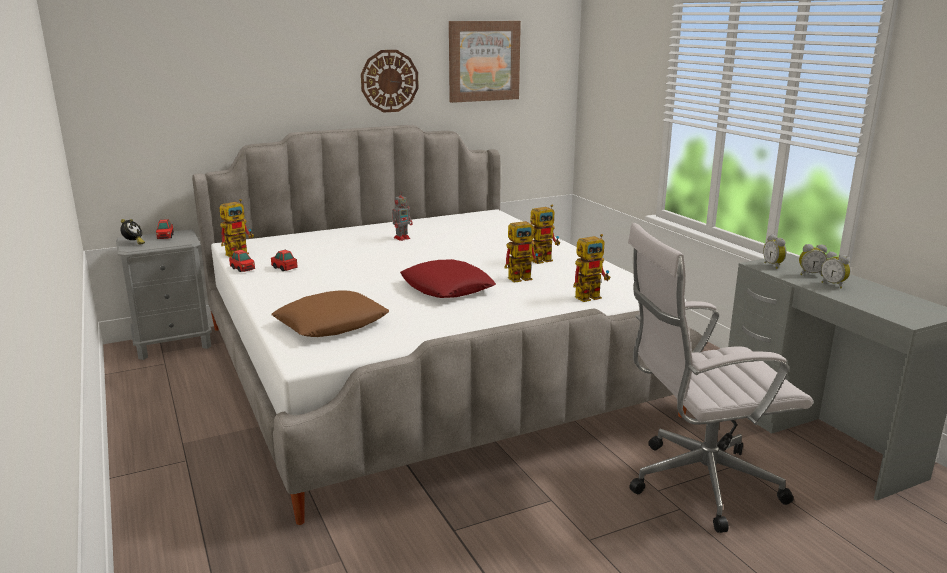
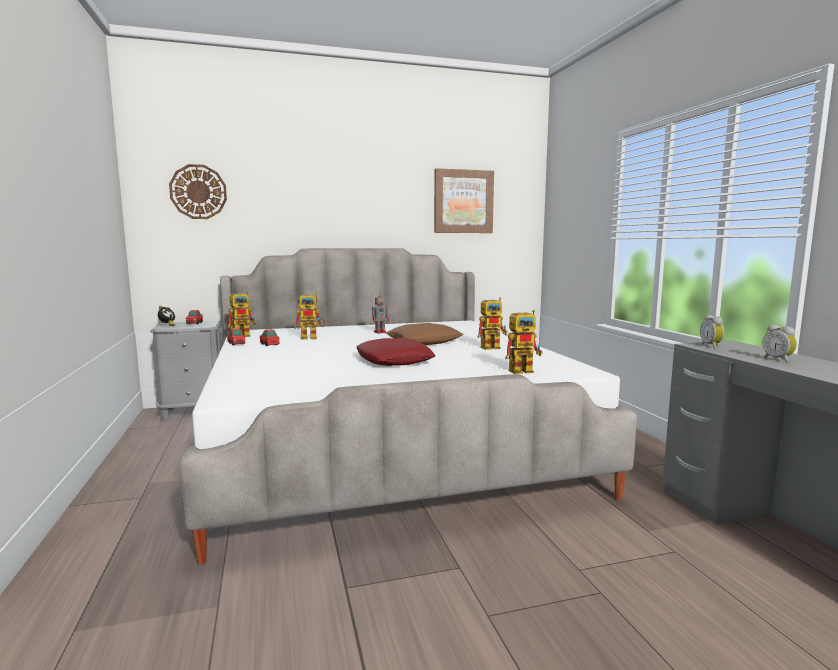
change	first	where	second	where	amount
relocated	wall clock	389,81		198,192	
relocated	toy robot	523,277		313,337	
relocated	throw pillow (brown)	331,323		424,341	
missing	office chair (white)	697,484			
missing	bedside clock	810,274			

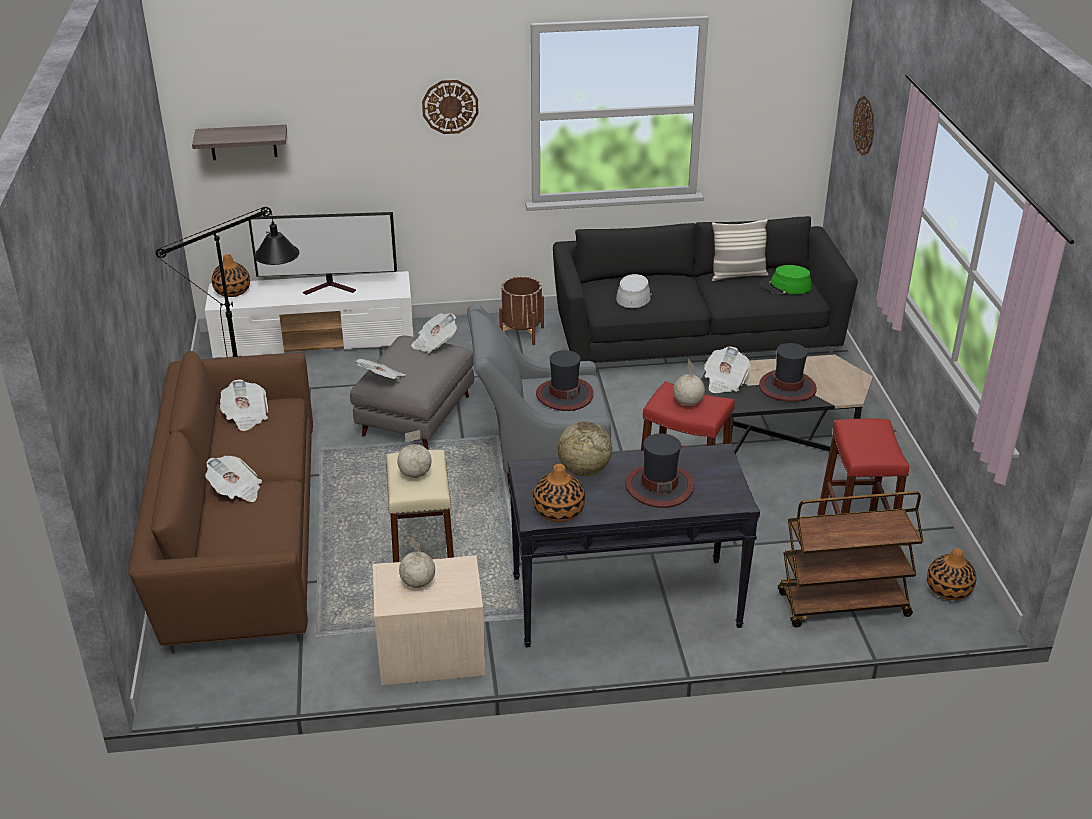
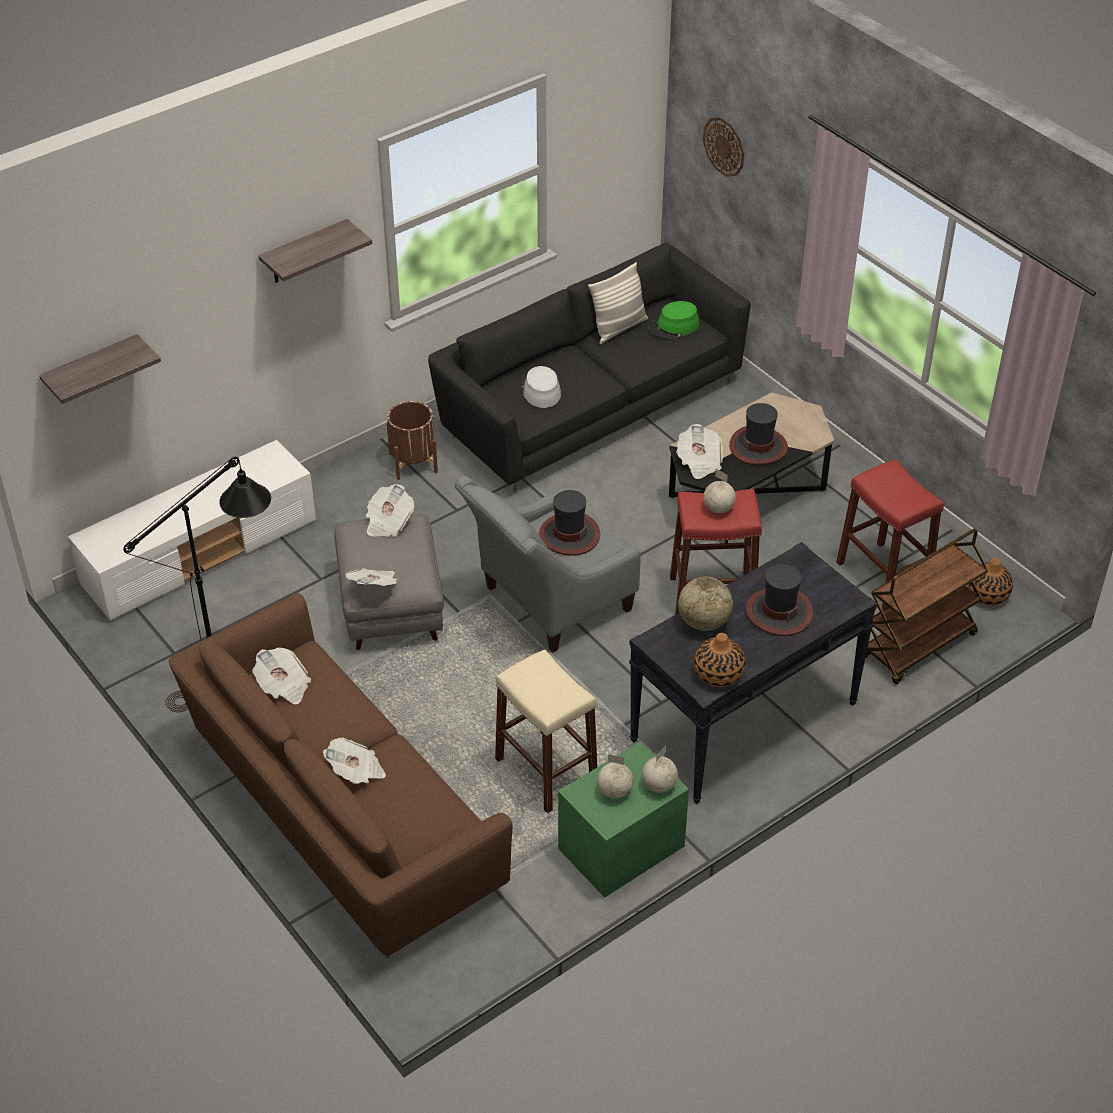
change	first	where	second	where	amount
exchanged	wall clock	450,106	wall shelf	304,252	
colour	nightstand (sand-coloured)	430,653	nightstand (greenish)	620,847	
relocated	globe	414,474		658,785	
missing	flower vase	232,291			
missing	television	331,288			

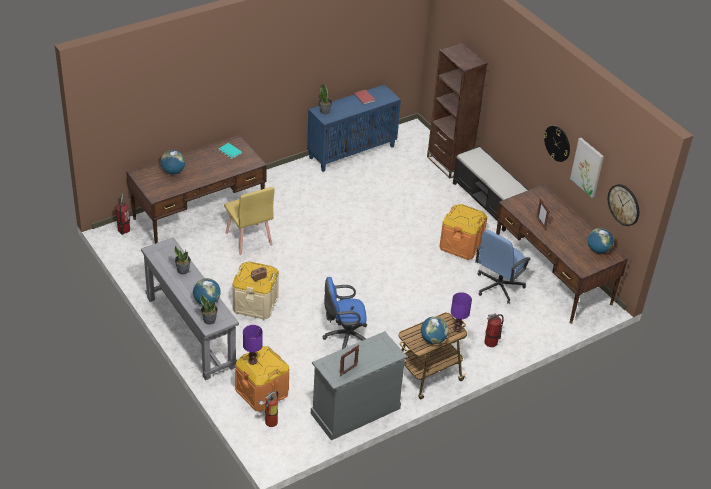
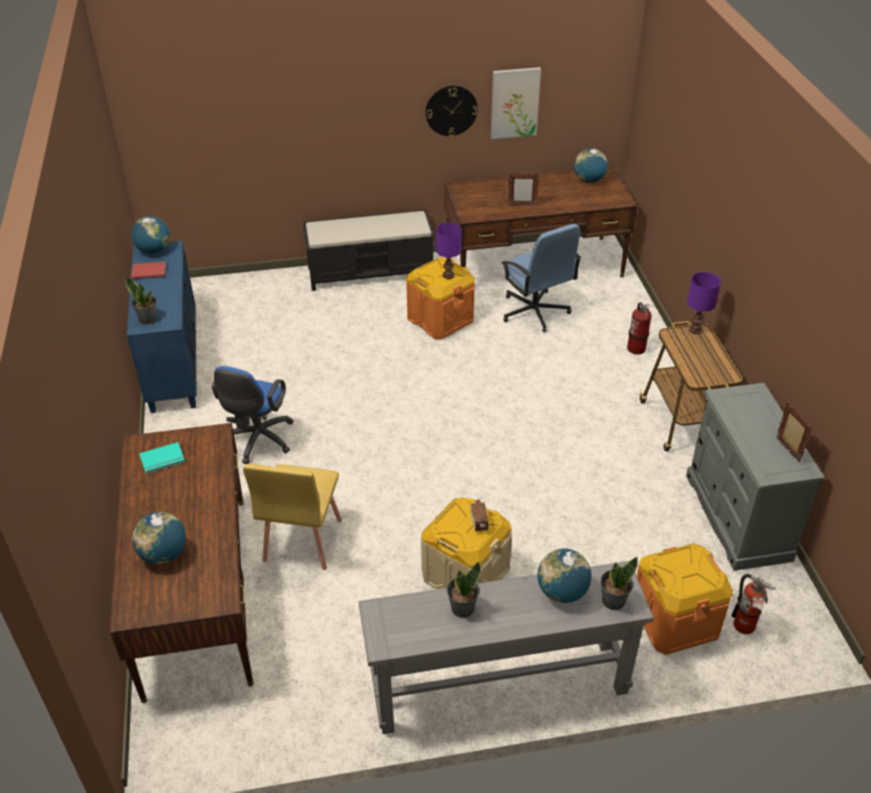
change	first	where	second	where	amount
relocated	globe	433,339		154,250	
relocated	office chair (blue-coloured)	344,337		258,441	
spun	upright chair (yellowish)	248,239		302,540	105 degrees clockwise
relocated	table lamp (purple)	252,361		448,275	
missing	fire extinguisher	123,229			
missing	bookcase (brown)	449,163			
missing	wall clock	624,204			

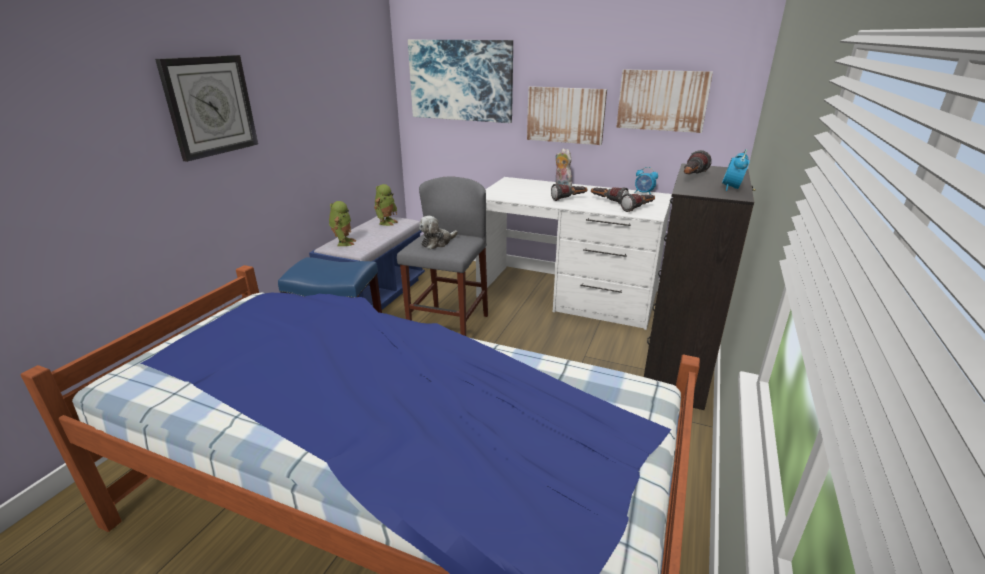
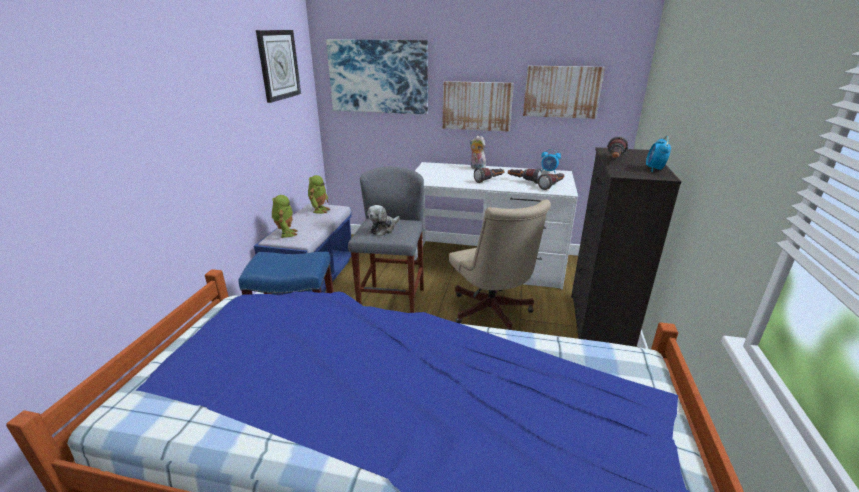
change	first	where	second	where	amount
relocated	wall clock	210,106		278,65	
appeared			office chair (sand-coloured)	492,314	

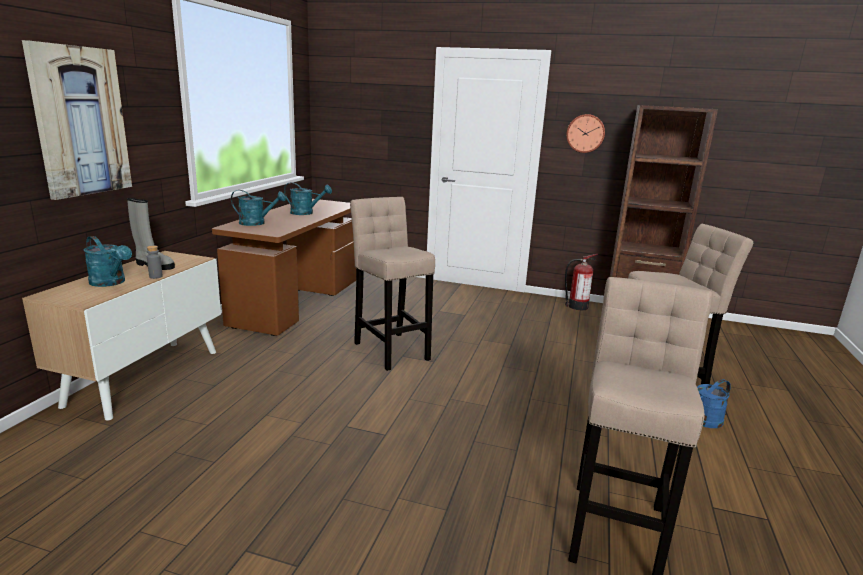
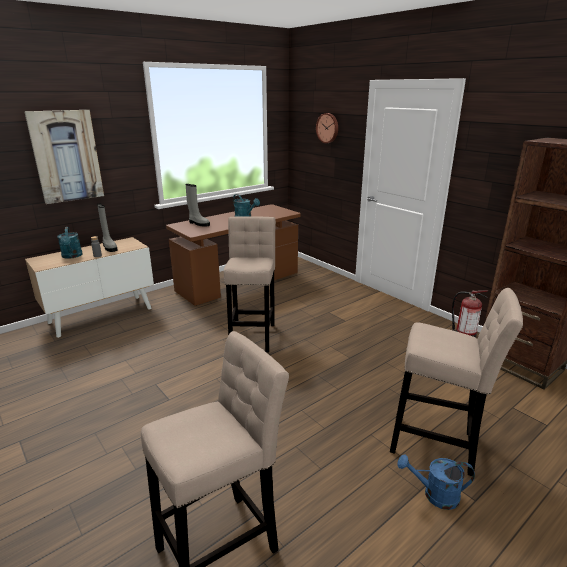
change	first	where	second	where	amount
exchanged	watering can (turquoise-coloured)	257,223	tall boot (greyish)	198,223	
relocated	wall clock	585,133		328,128	

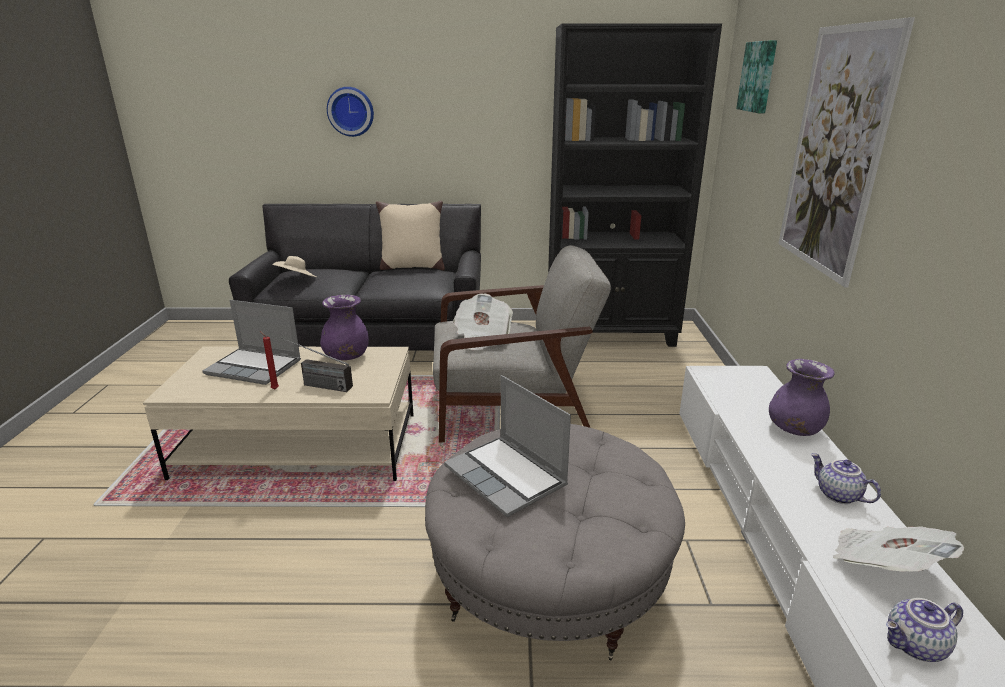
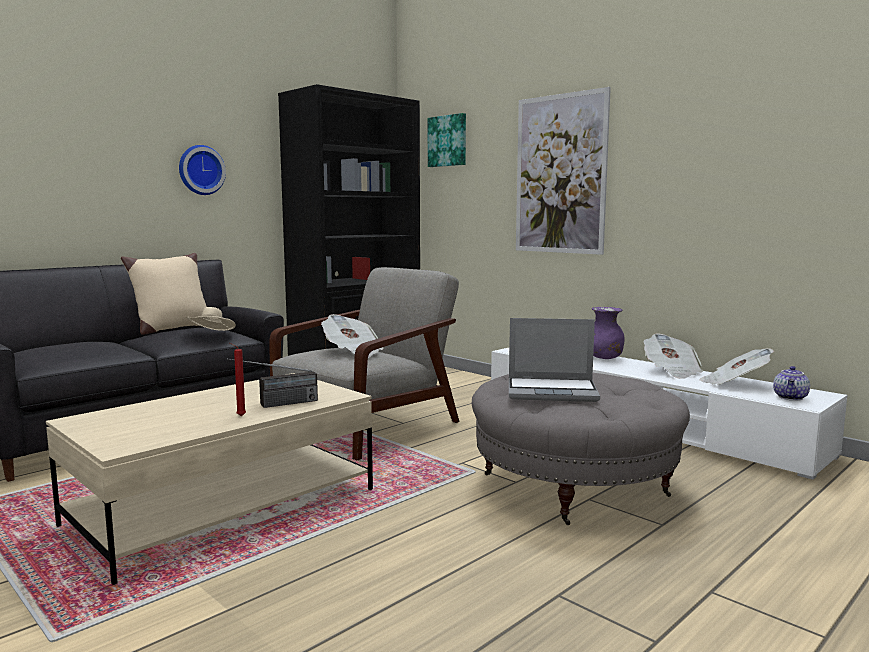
change	first	where	second	where	amount
relocated	wall clock	351,111		200,170	
relocated	wearable hat (sand-coloured)	297,279		212,334	
exchanged	teapot	837,495	newspaper	671,371	
missing	portable computer	255,367			
missing	flower vase (purple)	347,357			

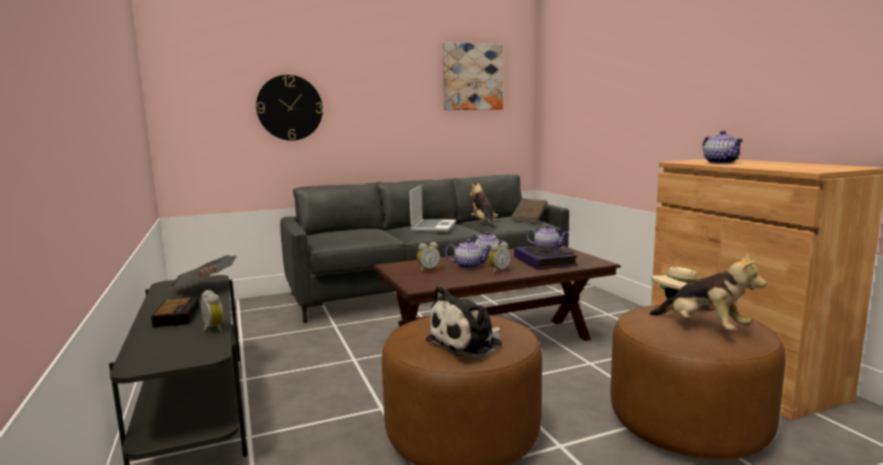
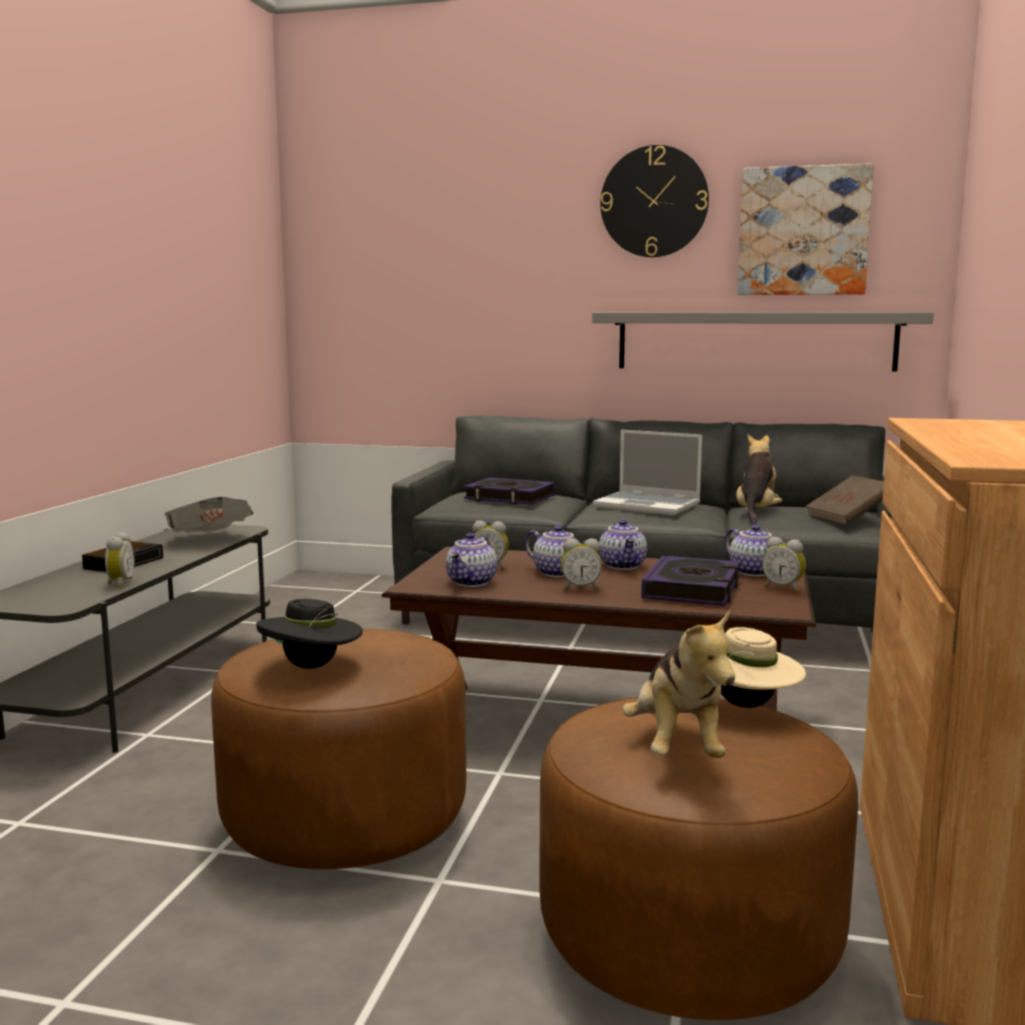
change	first	where	second	where	amount
exchanged	soft toy	468,342	wearable hat (black)	312,667	
relocated	teapot	721,163		472,582	
appeared			bound book	509,498	
appeared			wall shelf (greyish)	755,341	
spun	portable computer	433,227		648,506	75 degrees clockwise
relocated	wall clock	289,108		654,202	
appeared			bedside clock	783,588	

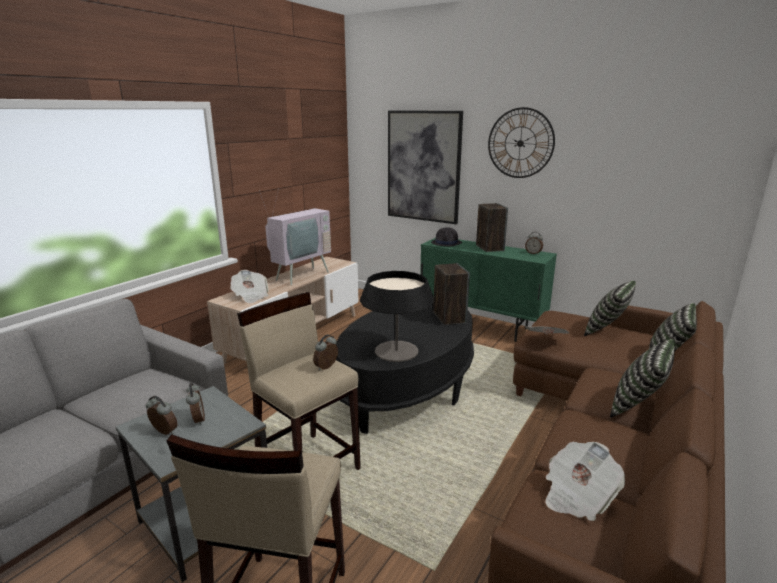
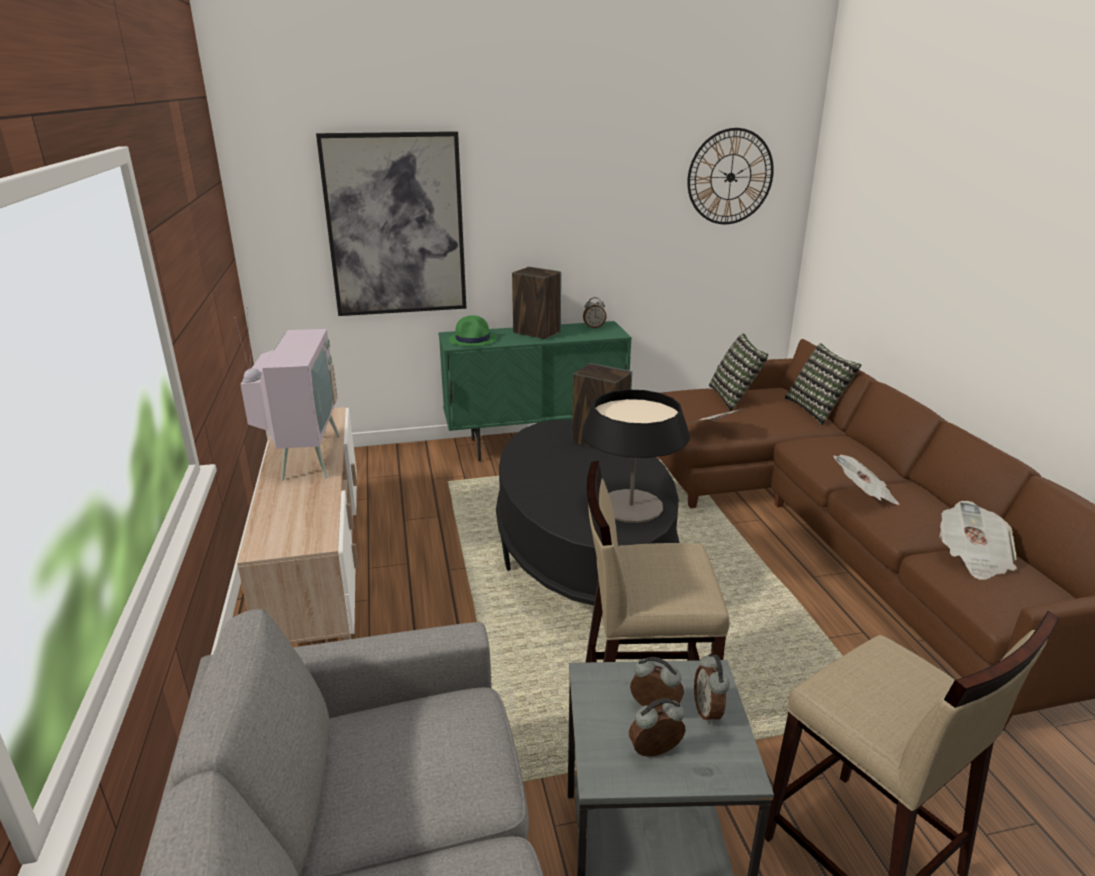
change	first	where	second	where	amount
colour	wearable hat (black)	446,243	wearable hat (greenish)	473,339	
relocated	wall clock	520,143		730,177	
relocated	bedside clock	327,368		708,711	
relocated	newspaper	250,296		863,495	
missing	throw pillow	638,406			

